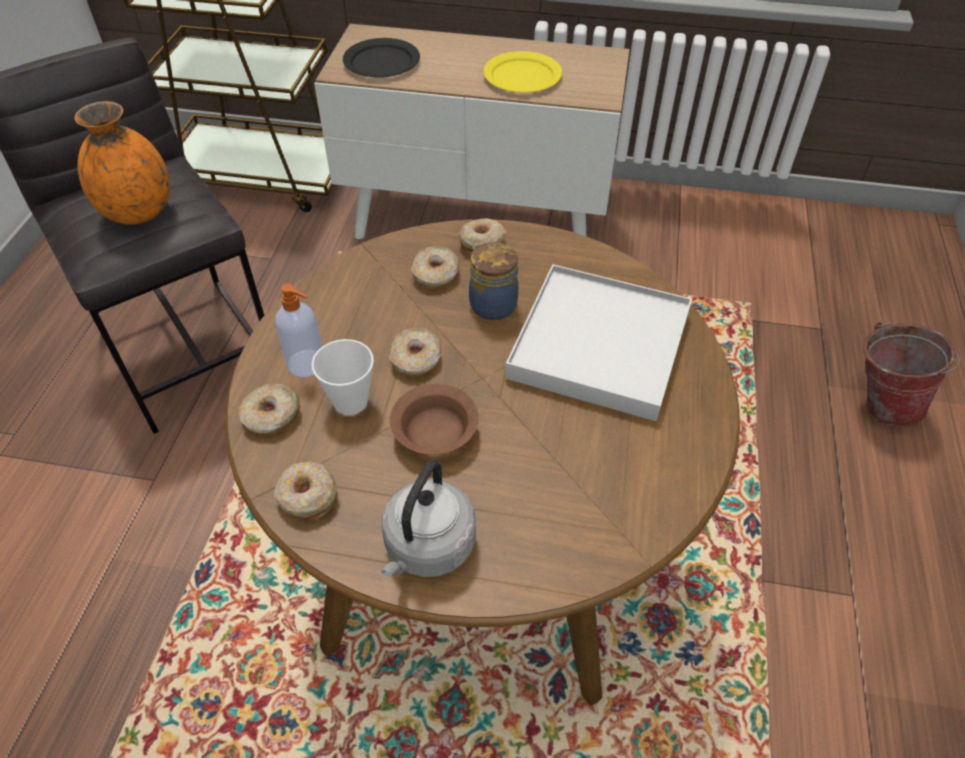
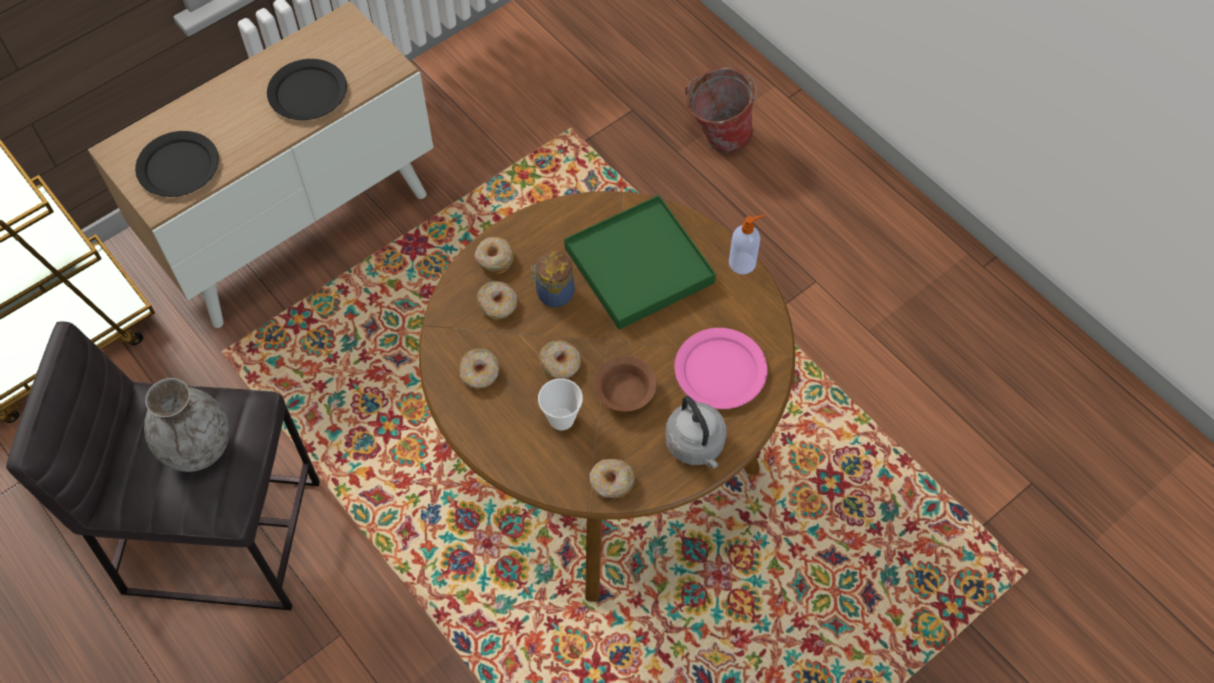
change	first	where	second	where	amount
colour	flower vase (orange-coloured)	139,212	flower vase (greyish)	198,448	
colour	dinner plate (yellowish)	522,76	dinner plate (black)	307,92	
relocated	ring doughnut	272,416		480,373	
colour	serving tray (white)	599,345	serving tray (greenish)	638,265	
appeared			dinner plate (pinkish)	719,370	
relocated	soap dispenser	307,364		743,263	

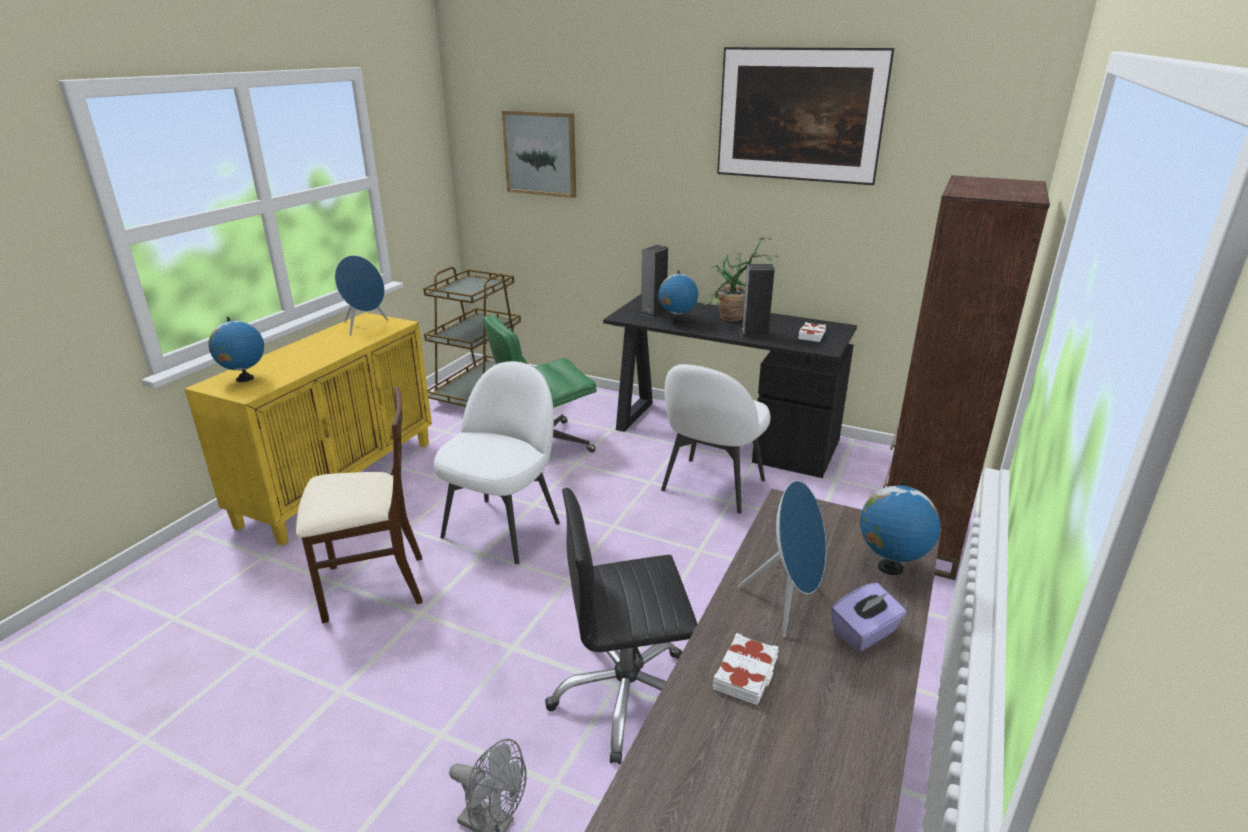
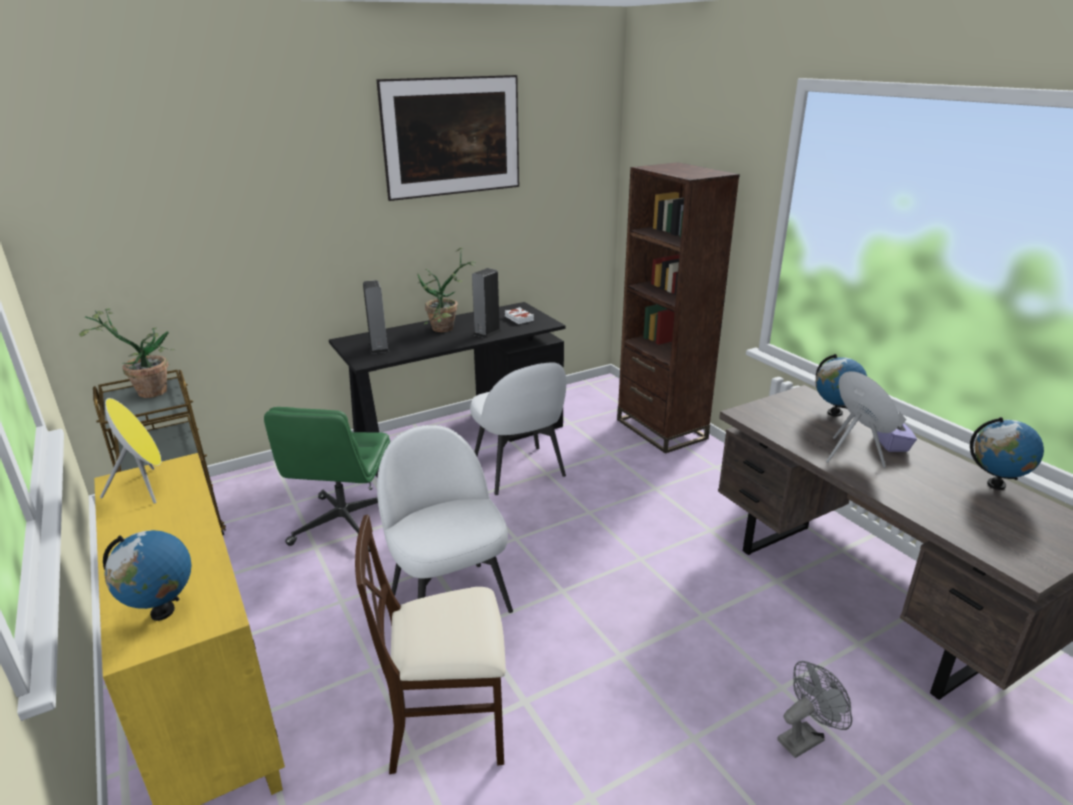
change	first	where	second	where	amount
appeared			houseplant	146,391	
colour	audio speaker (blue-coloured)	365,326	audio speaker (yellowish)	145,487	
spun	upright chair (sand-coloured)	372,586		447,725	120 degrees counterclockwise
relocated	globe	677,322		996,484	
missing	wall picture	540,153			
missing	office chair (black)	626,697			
missing	bound book (white)	746,674			

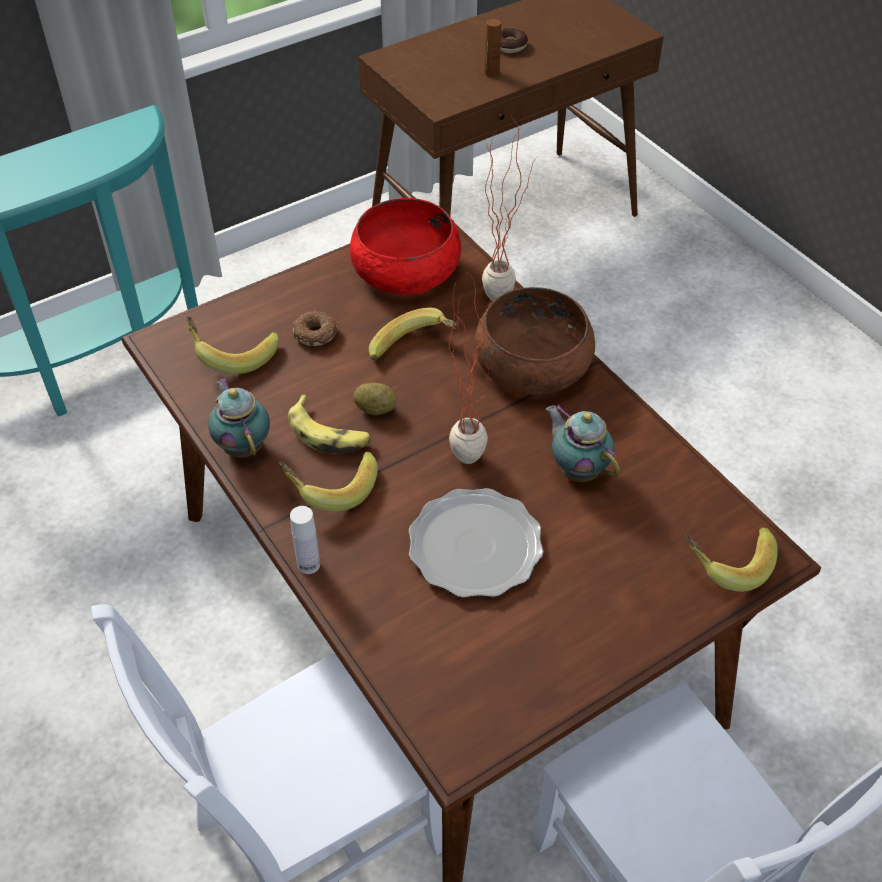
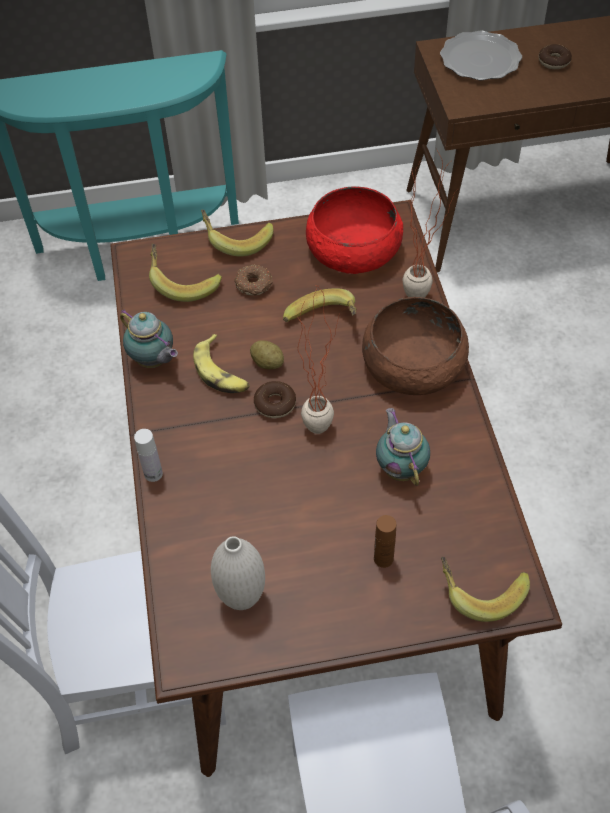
change	first	where	second	where	amount
spun	teapot	243,446		153,361	135 degrees clockwise
relocated	banana	331,487		237,240	
appeared			flower vase (white)	242,598	
appeared			ring doughnut	275,404	
relocated	beverage bottle (brown)	491,73		383,558	
relocated	dinner plate	474,545		480,59	

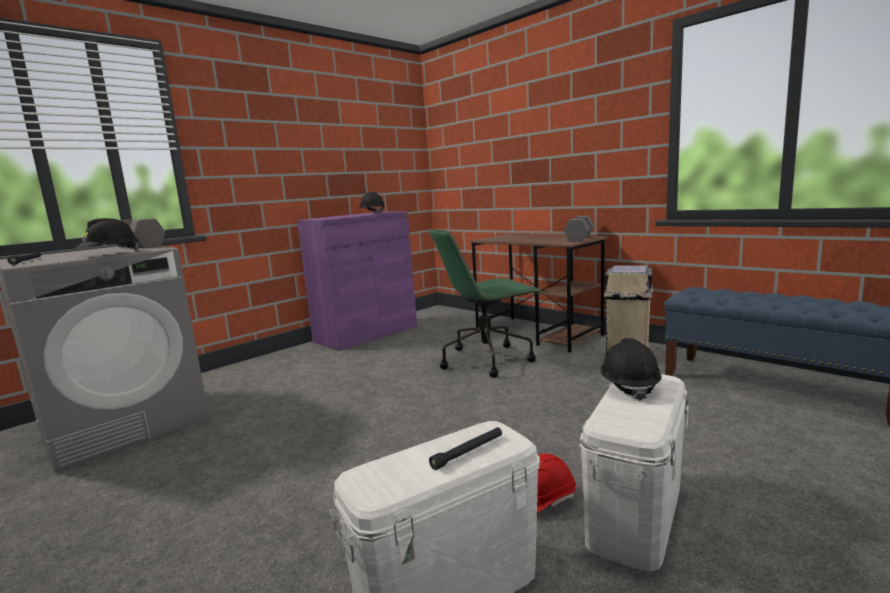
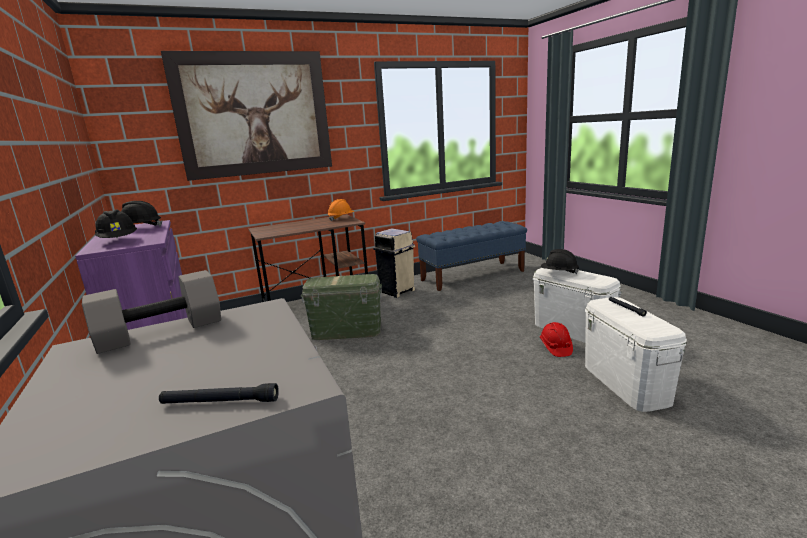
change	first	where	second	where	amount
relocated	safety helmet (black)	110,254		119,241	
appeared			wall picture	254,114	
exchanged	office chair (greenish)	488,359	storage bin (greenish)	346,332	
exchanged	dumbbell (greyish)	578,238	safety helmet (orange-coloured)	341,218	

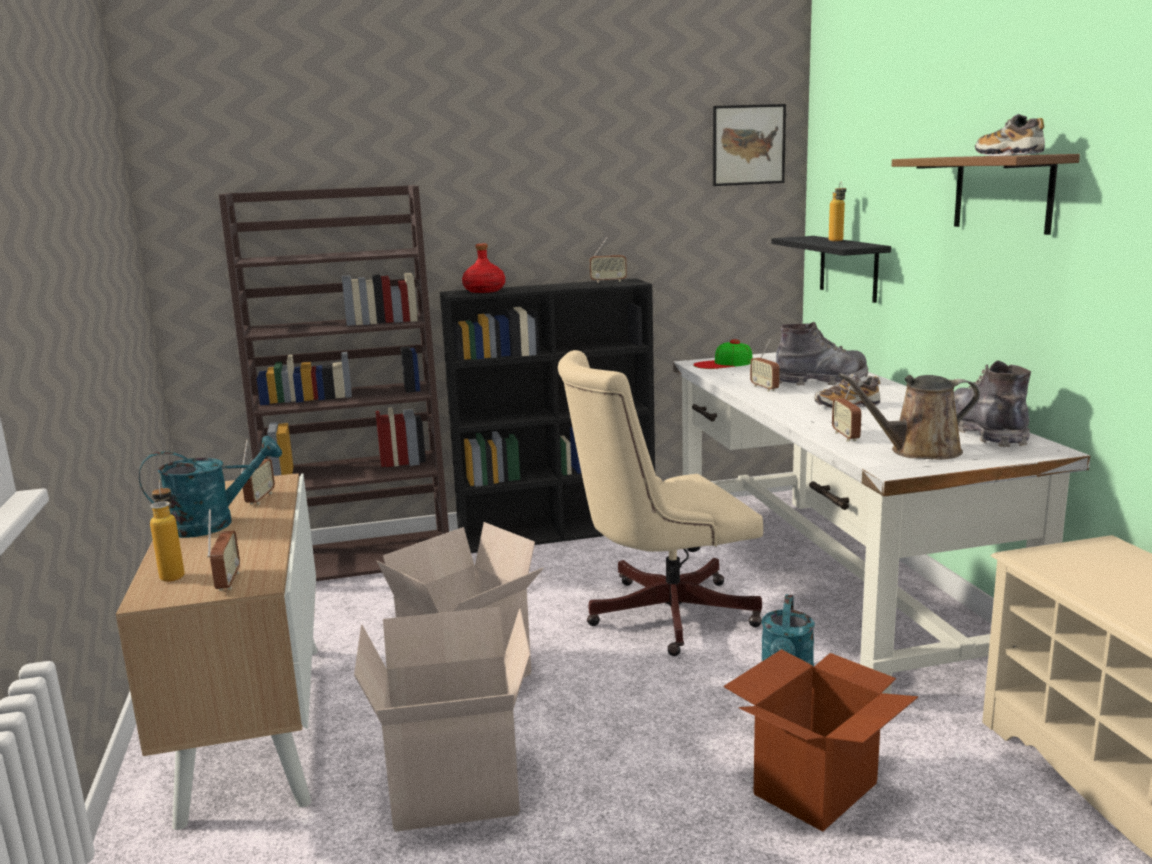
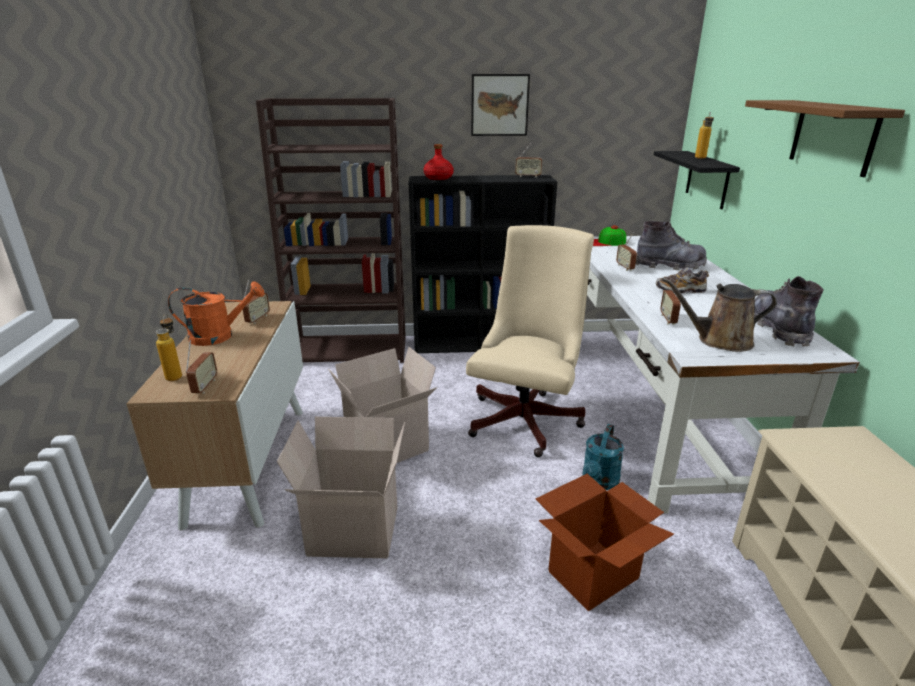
change	first	where	second	where	amount
colour	watering can (turquoise-coloured)	213,523	watering can (orange-coloured)	220,336	
spun	office chair (sand-coloured)	660,615		527,417	120 degrees clockwise
relocated	wall picture	748,145		499,105	
missing	shoe	1008,155			

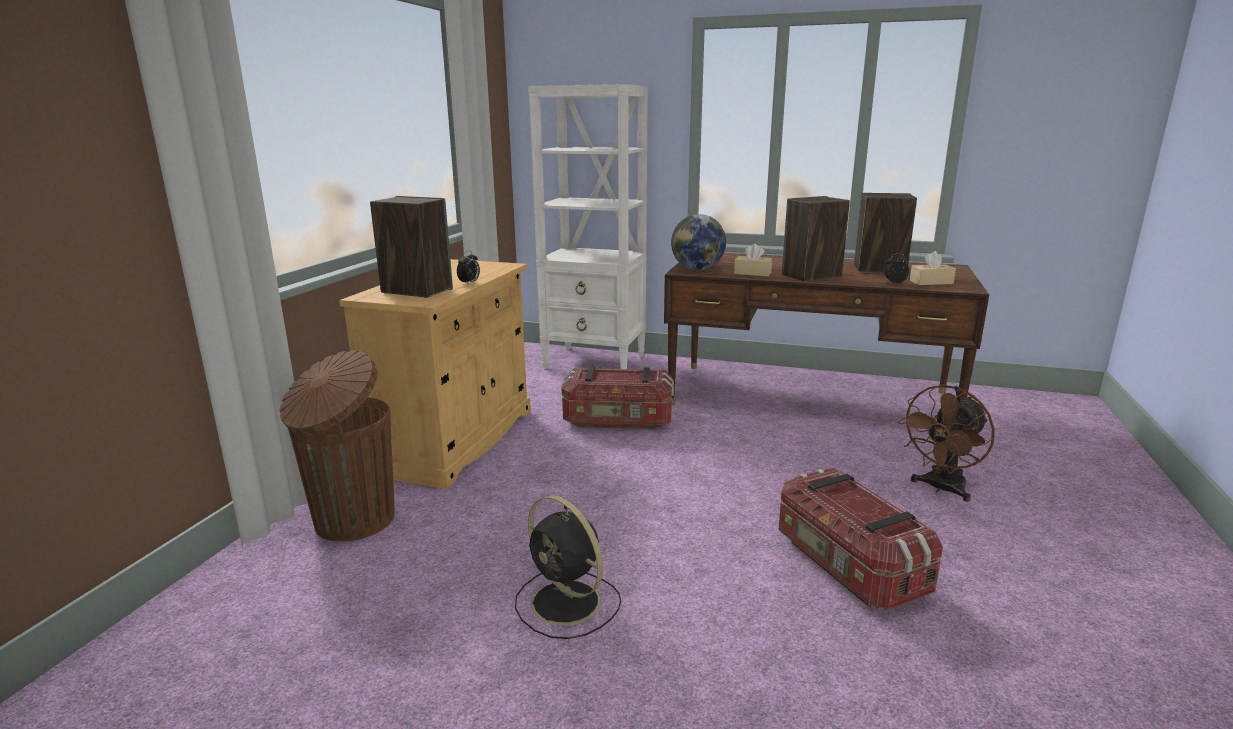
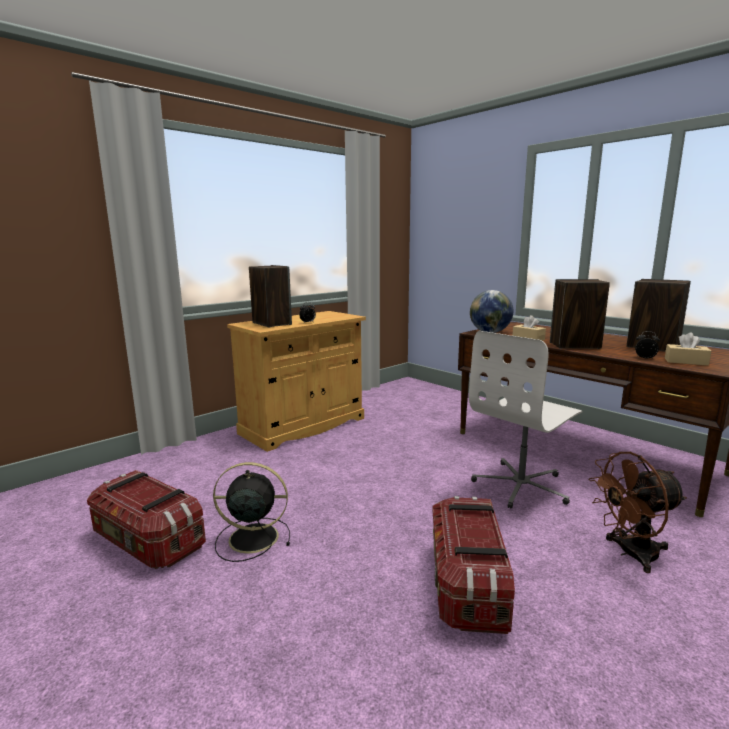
change	first	where	second	where	amount
relocated	storage bin	618,421		148,542	
spun	electric fan (black)	568,604		251,538	105 degrees clockwise
appeared			office chair (white)	521,486	
missing	rubbish bin (brown)	352,521			
missing	bookcase (white)	595,362			

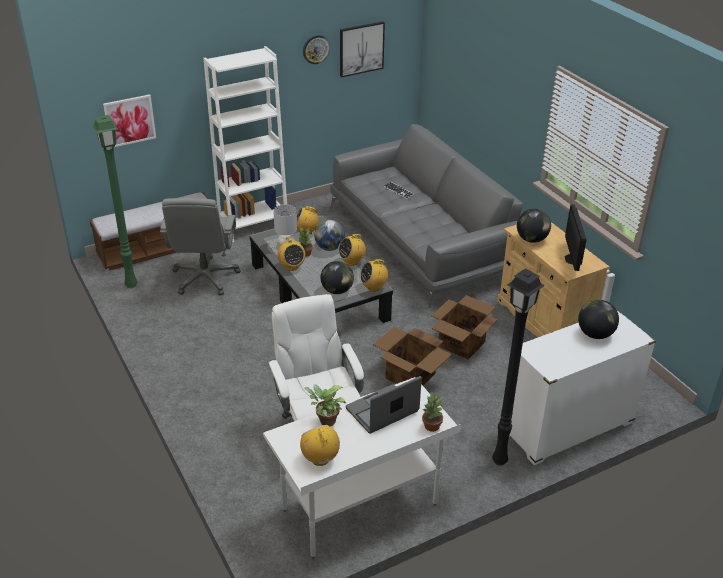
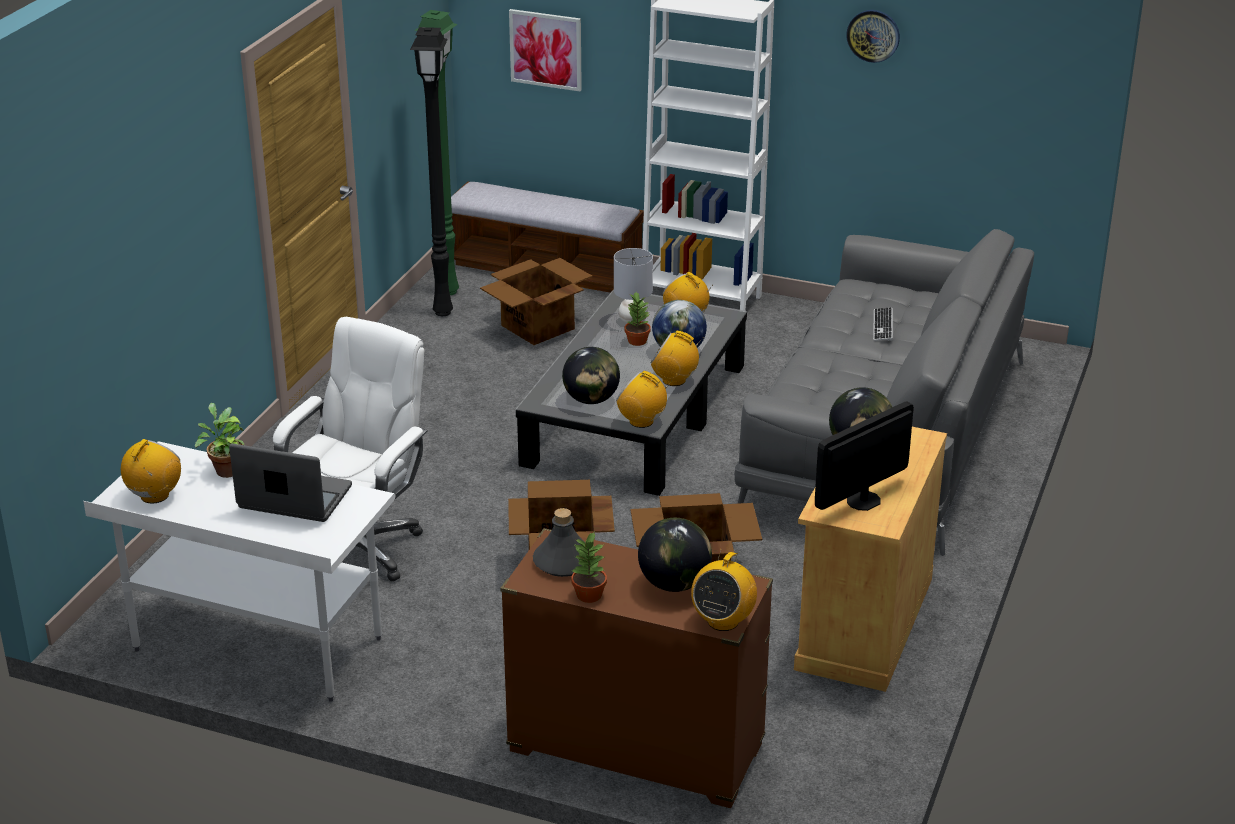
change	first	where	second	where	amount
relocated	standard lamp (black)	498,460		441,312	
exchanged	office chair (greyish)	205,278	carton	536,327	
colour	dresser (white)	567,427	dresser (brown)	635,749	
appeared			beverage bottle (greyish)	563,562	
relocated	houseplant	432,426		588,595	
relocated	radio set	291,266		723,621	
missing	wall picture	361,48			

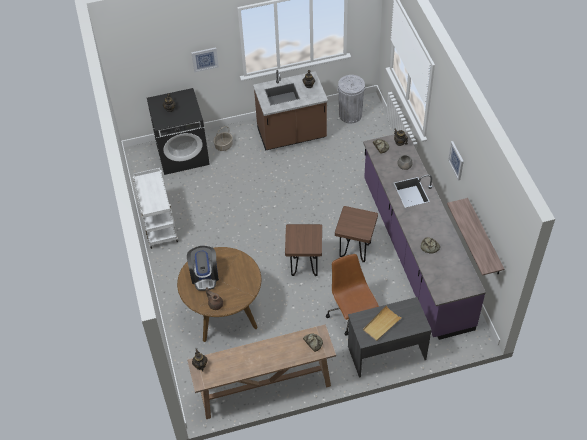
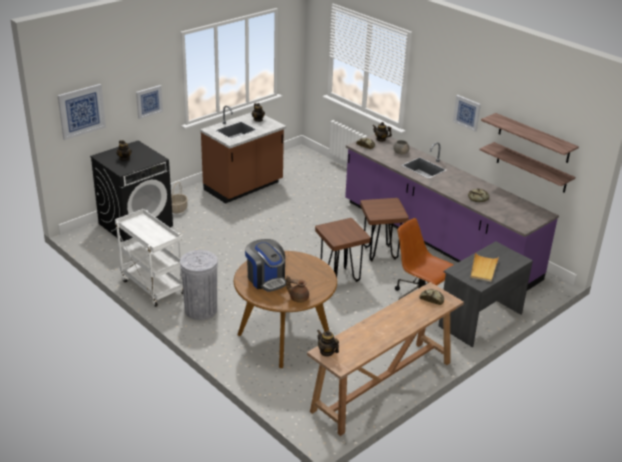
change	first	where	second	where	amount
appeared			wall picture	81,111	
relocated	rubbish bin (greyish)	350,115		201,309	
appeared			wall shelf	534,138	

